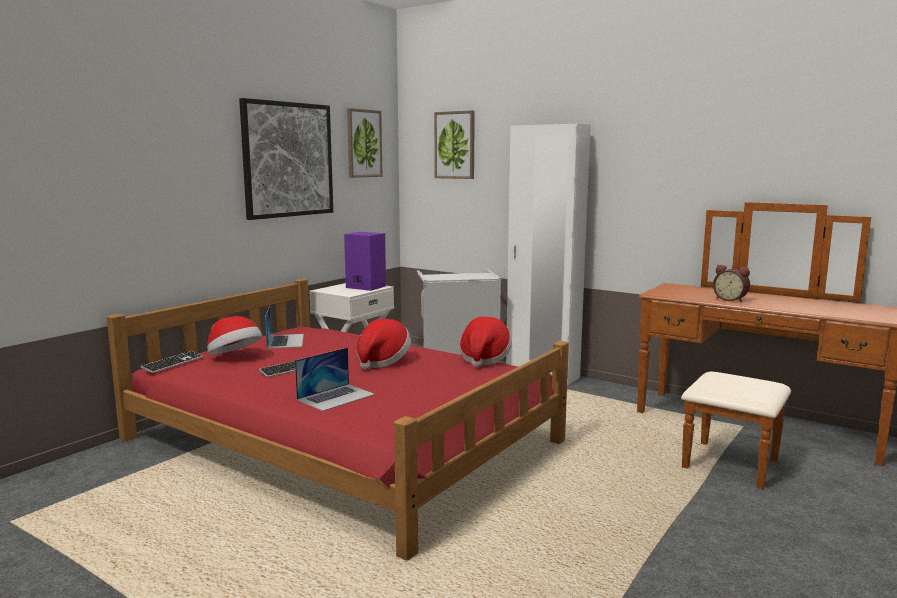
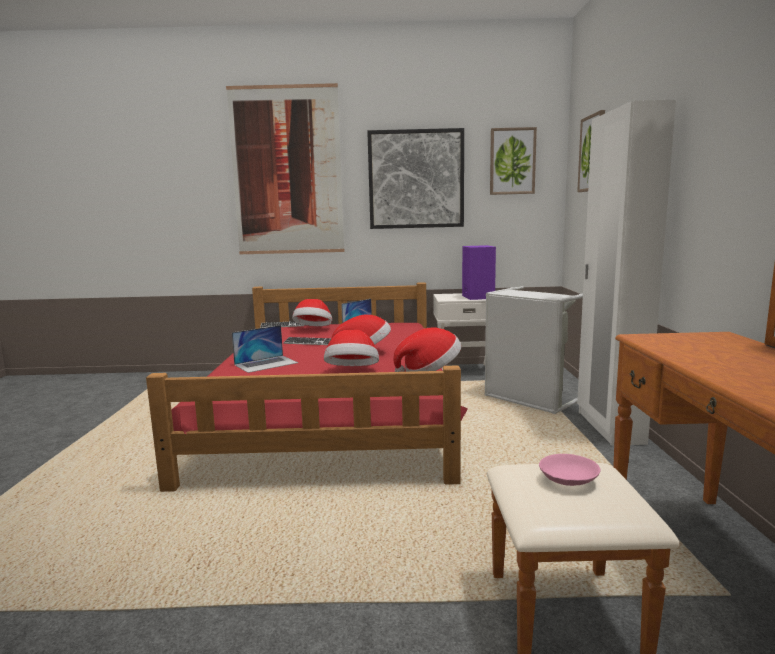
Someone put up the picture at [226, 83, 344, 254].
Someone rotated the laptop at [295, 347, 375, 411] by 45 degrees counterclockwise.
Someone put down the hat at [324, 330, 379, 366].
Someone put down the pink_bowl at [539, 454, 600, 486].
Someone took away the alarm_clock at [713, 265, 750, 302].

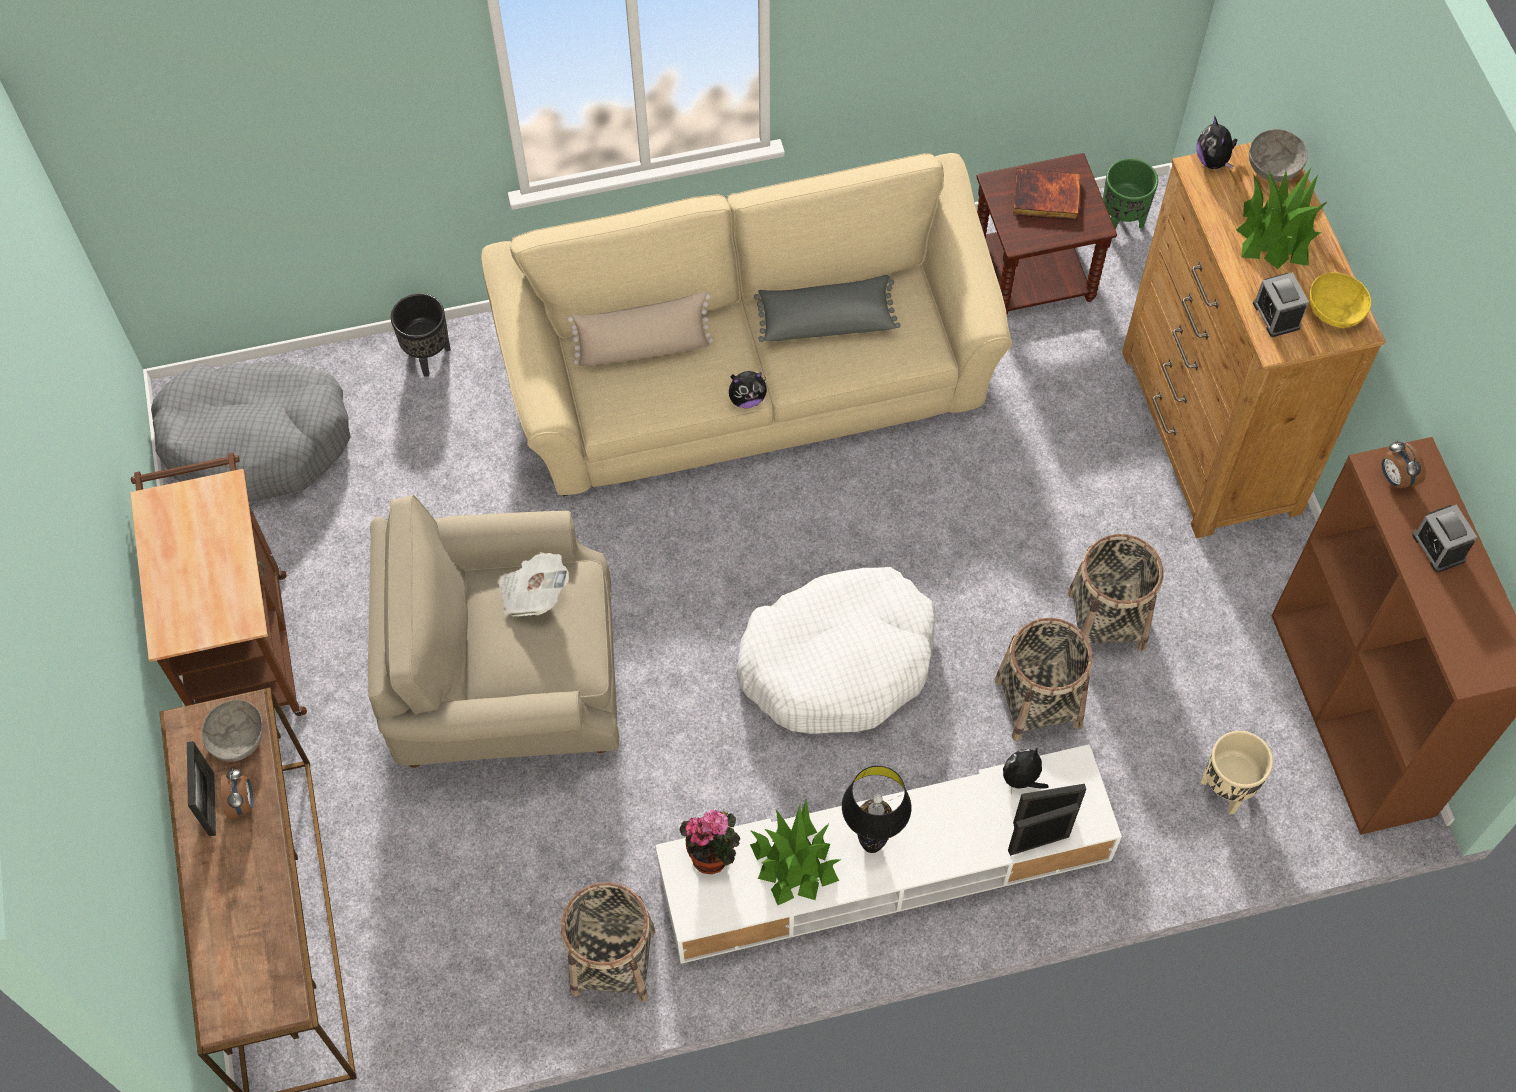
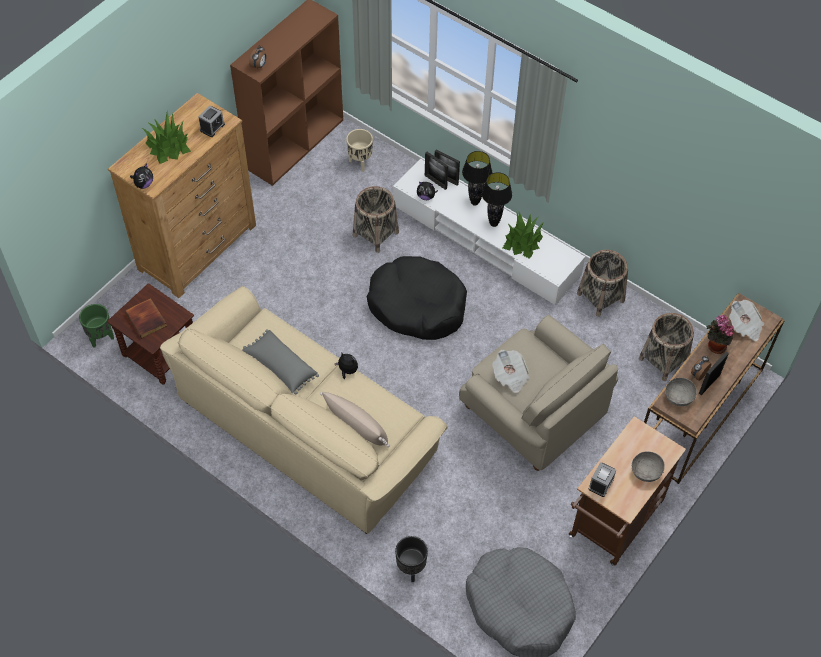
Someone repainted the white_dog_bed at [736, 567, 935, 734], which became the black_dog_bed at [367, 256, 467, 340].
Someone put down the black_table_lamp at [462, 151, 493, 206].
Someone carried the alarm_clock from [1412, 505, 1477, 573] to [589, 462, 616, 497].
Someone carried the grey_bowl from [1249, 129, 1308, 182] to [632, 451, 665, 482].
Someone carried the basket from [1068, 534, 1163, 651] to [639, 313, 694, 381].
Someone carried the potted_plant from [679, 810, 740, 874] to [707, 315, 734, 354].
Someone put down the newspaper at [729, 300, 764, 342].
Someone took away the yellow_bowl at [1310, 272, 1371, 328].

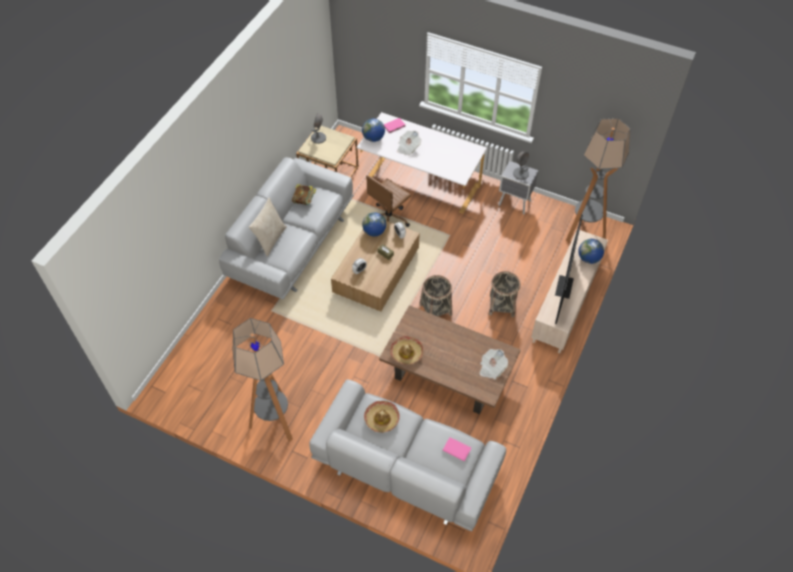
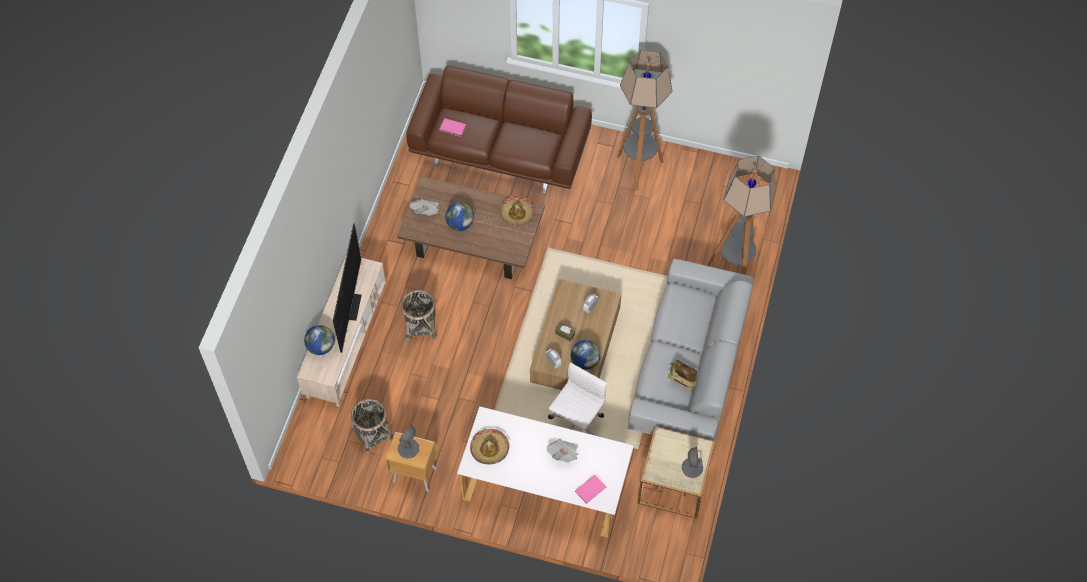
Someone carried the basket from [419, 275, 452, 316] to [351, 399, 393, 454].
Someone repainted the grey_nightstand at [498, 161, 538, 215], which became the brown_nightstand at [386, 432, 436, 492].
Someone repainted the grey_sofa at [309, 380, 506, 532], which became the brown_sofa at [406, 66, 592, 194].
Someone carried the globe from [362, 119, 385, 142] to [445, 202, 474, 231].
Someone carried the hat from [364, 401, 400, 433] to [470, 429, 510, 464].
Someone repainted the brown_office_chair at [366, 176, 411, 227], which became the white_office_chair at [548, 362, 607, 435].
Someone carried the floor_lamp from [566, 118, 630, 243] to [707, 156, 776, 275].
Someone took away the beige_pillow at [249, 197, 287, 256].

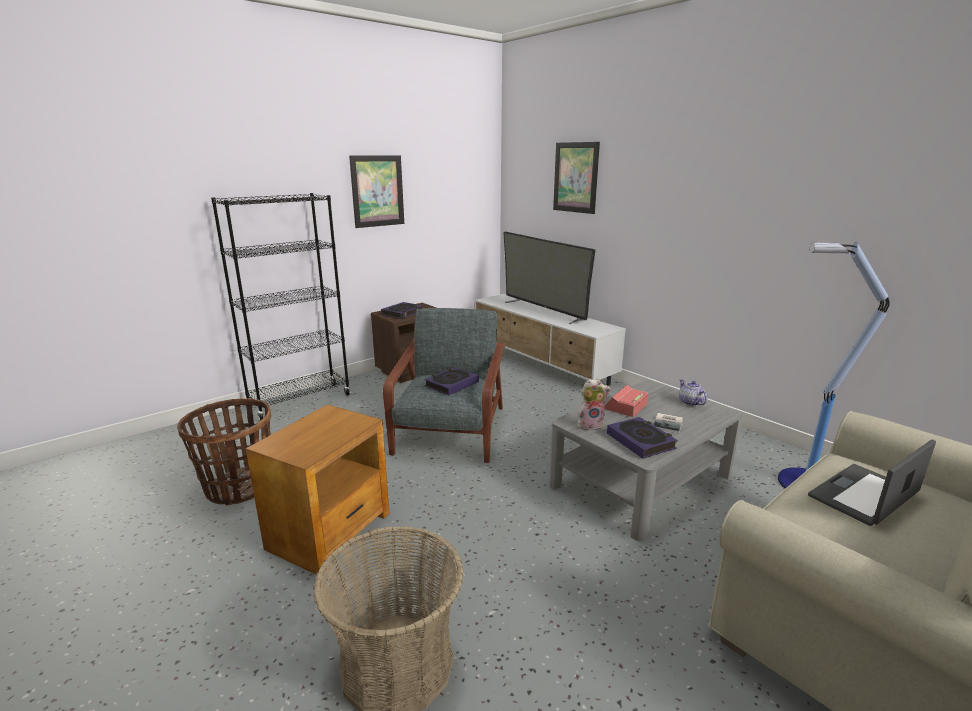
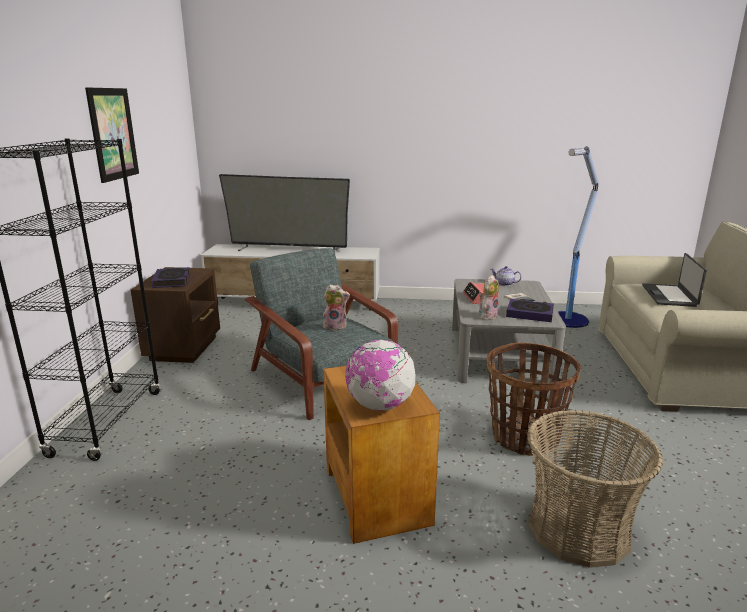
Someone swapped the book at [424, 367, 479, 395] for the plush_toy at [323, 284, 350, 331].
Someone put down the globe at [345, 340, 416, 411].
Someone carried the basket from [177, 398, 271, 505] to [487, 343, 581, 456].
Someone took away the picture at [553, 142, 600, 214].

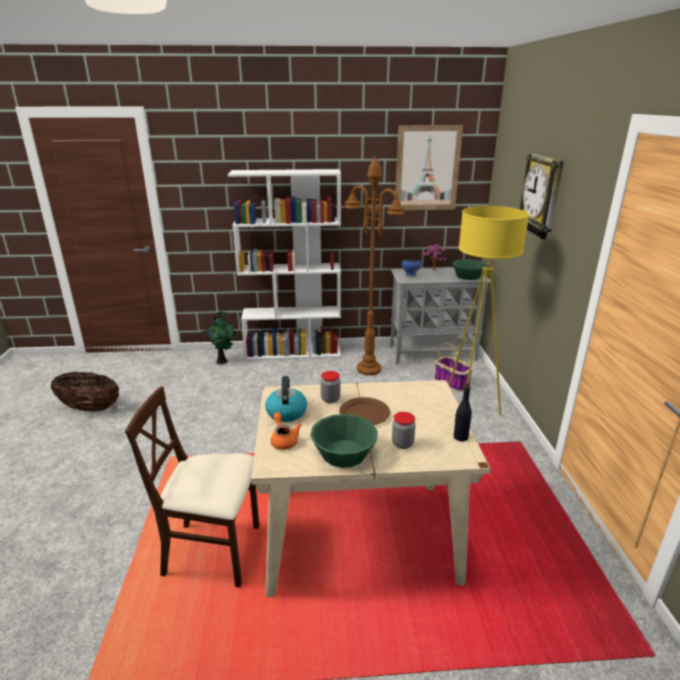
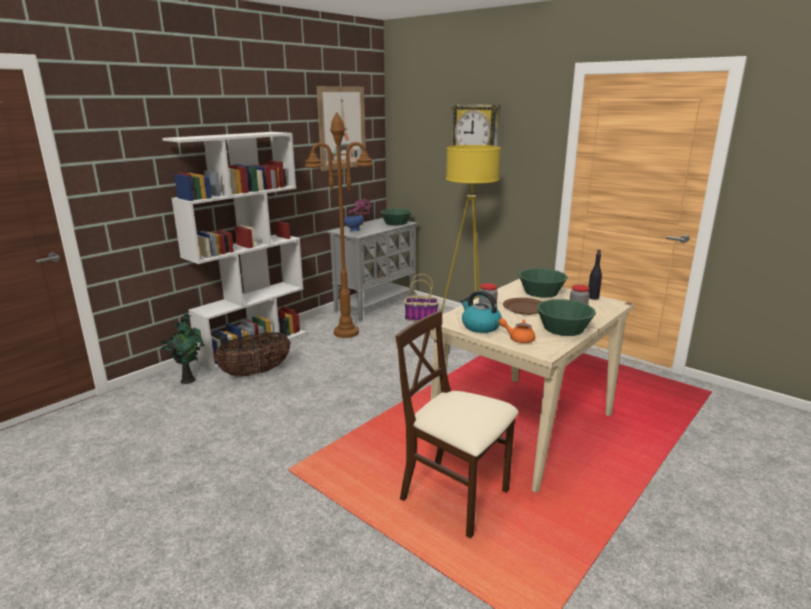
Someone carried the basket from [51, 372, 119, 411] to [214, 332, 291, 377].
Someone rotated the beige_chair at [125, 387, 259, 587] by 75 degrees clockwise.
Someone put down the green_bowl at [518, 268, 568, 298].

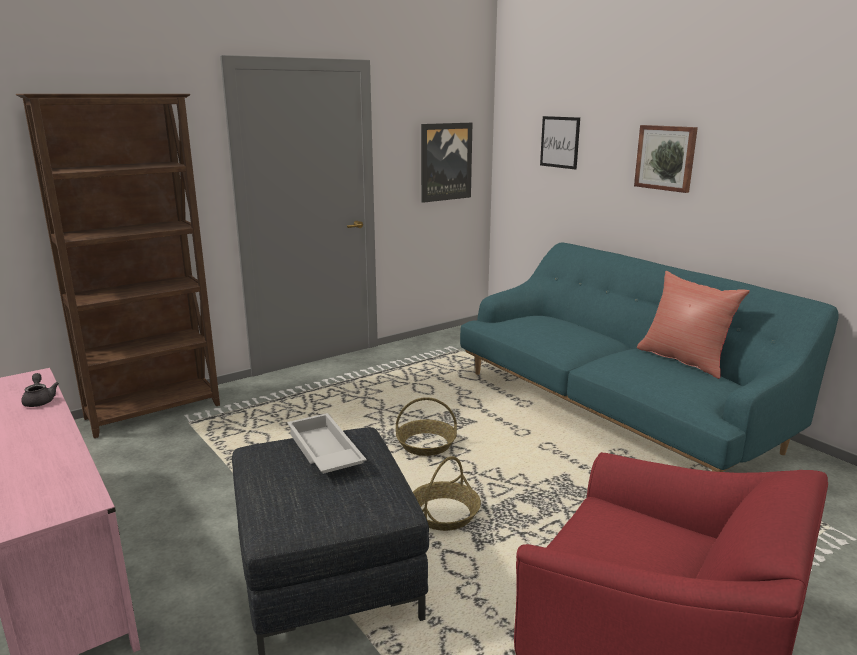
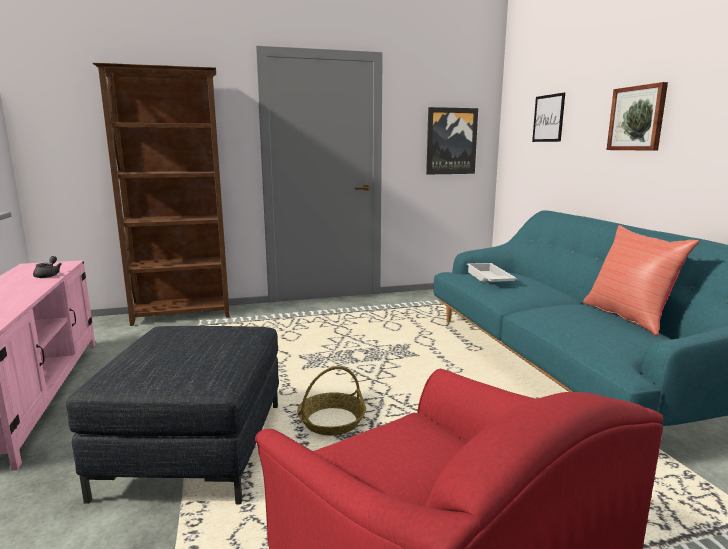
Someone carried the white_tray from [287, 413, 367, 474] to [467, 263, 517, 282].
Someone took away the basket at [396, 397, 457, 456].

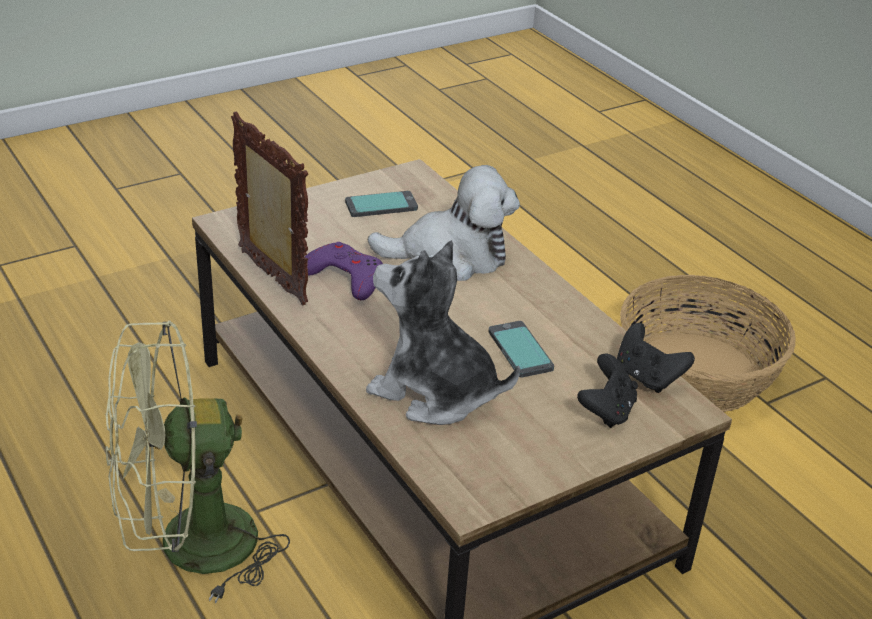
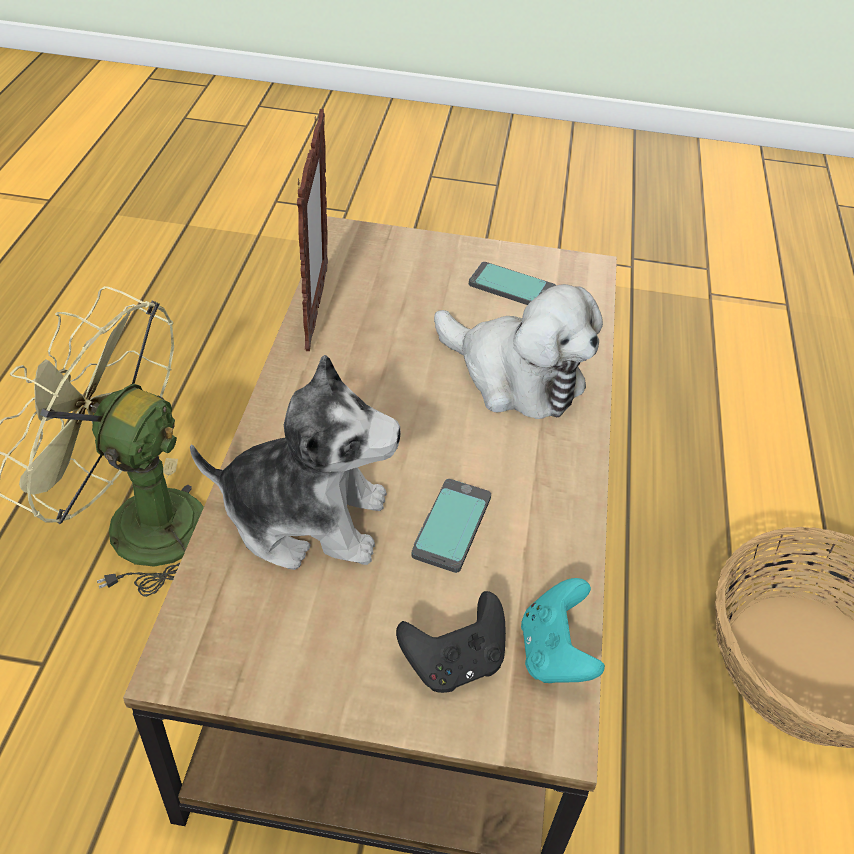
Someone rotated the plush_toy at [366, 240, 520, 425] by 120 degrees clockwise.
Someone repainted the black_game_controller at [617, 323, 695, 393], which became the turquoise_game_controller at [521, 578, 605, 683].
Someone took away the purple_game_controller at [305, 242, 383, 300].

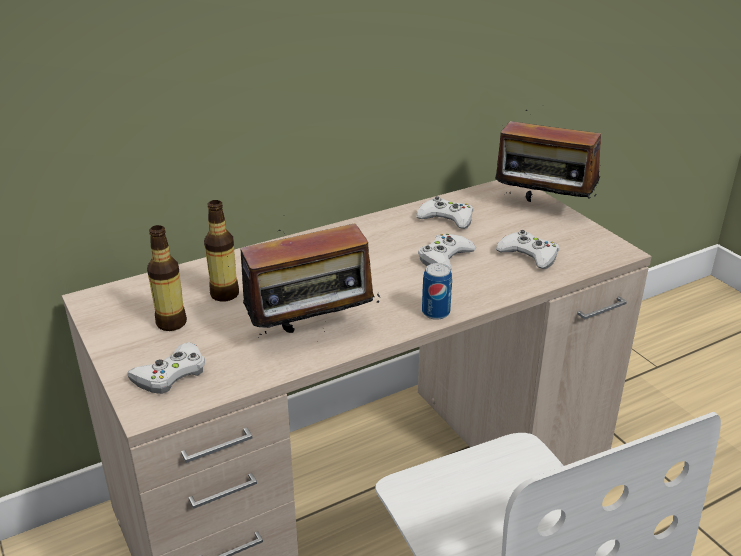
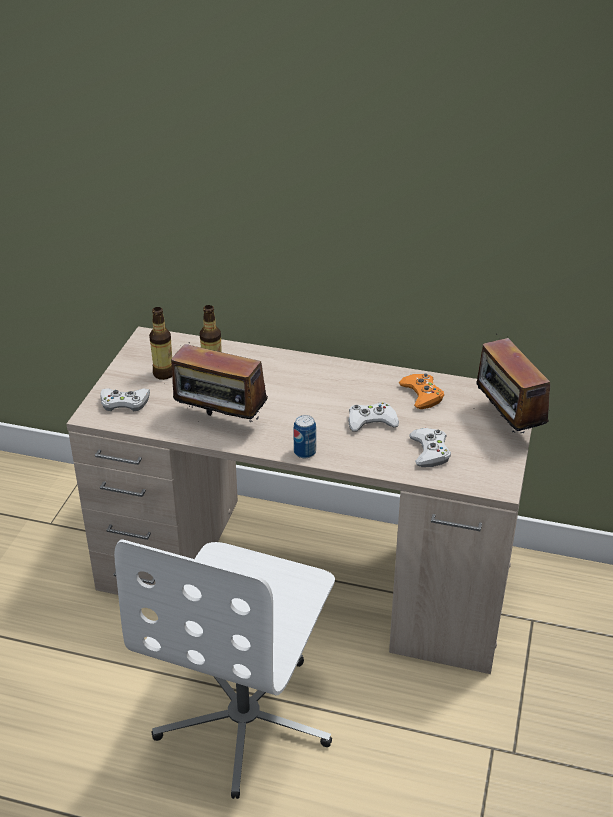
Someone repainted the white_game_controller at [416, 196, 474, 229], which became the orange_game_controller at [399, 373, 444, 409].

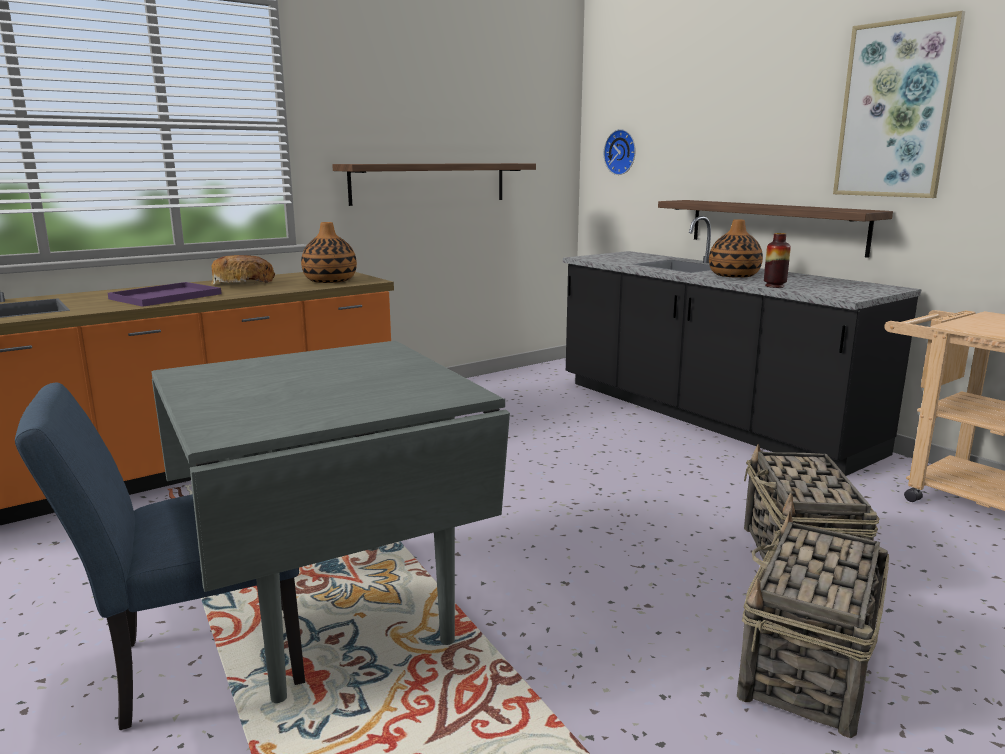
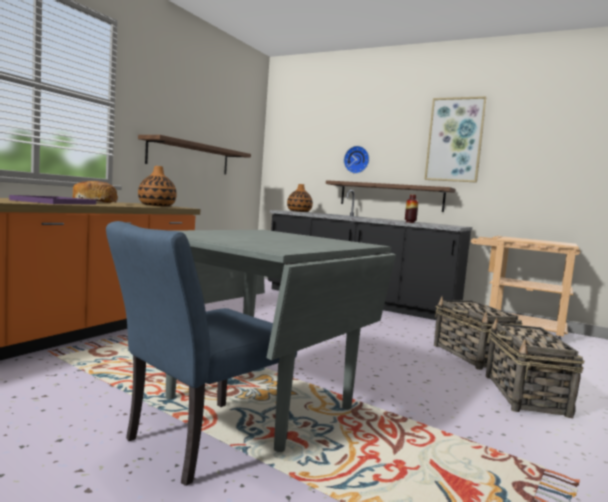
Someone carried the vase from [709, 219, 763, 278] to [287, 184, 313, 212].
Someone carried the wall_clock from [604, 129, 636, 175] to [344, 146, 369, 174].

